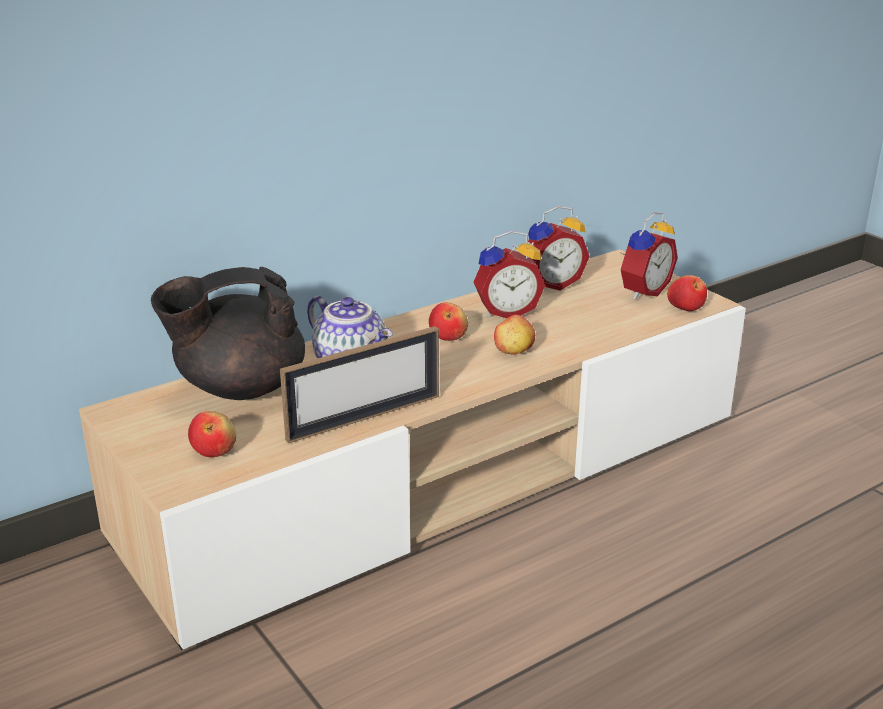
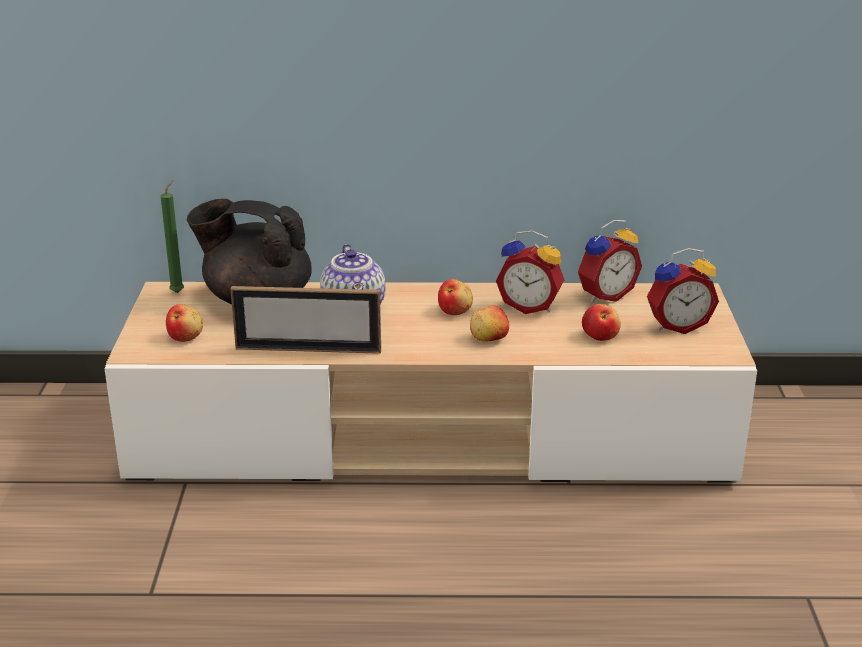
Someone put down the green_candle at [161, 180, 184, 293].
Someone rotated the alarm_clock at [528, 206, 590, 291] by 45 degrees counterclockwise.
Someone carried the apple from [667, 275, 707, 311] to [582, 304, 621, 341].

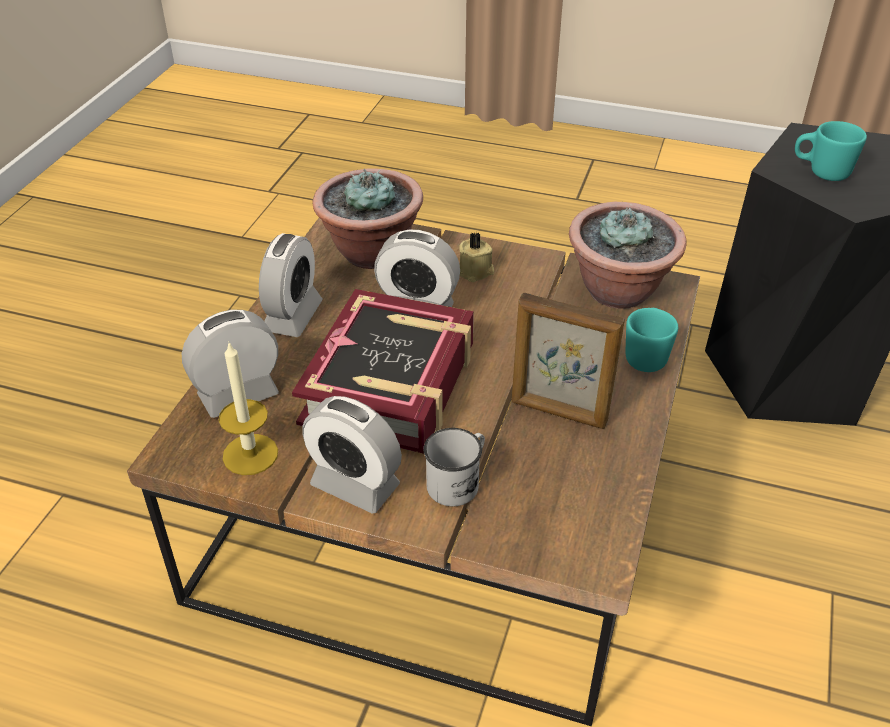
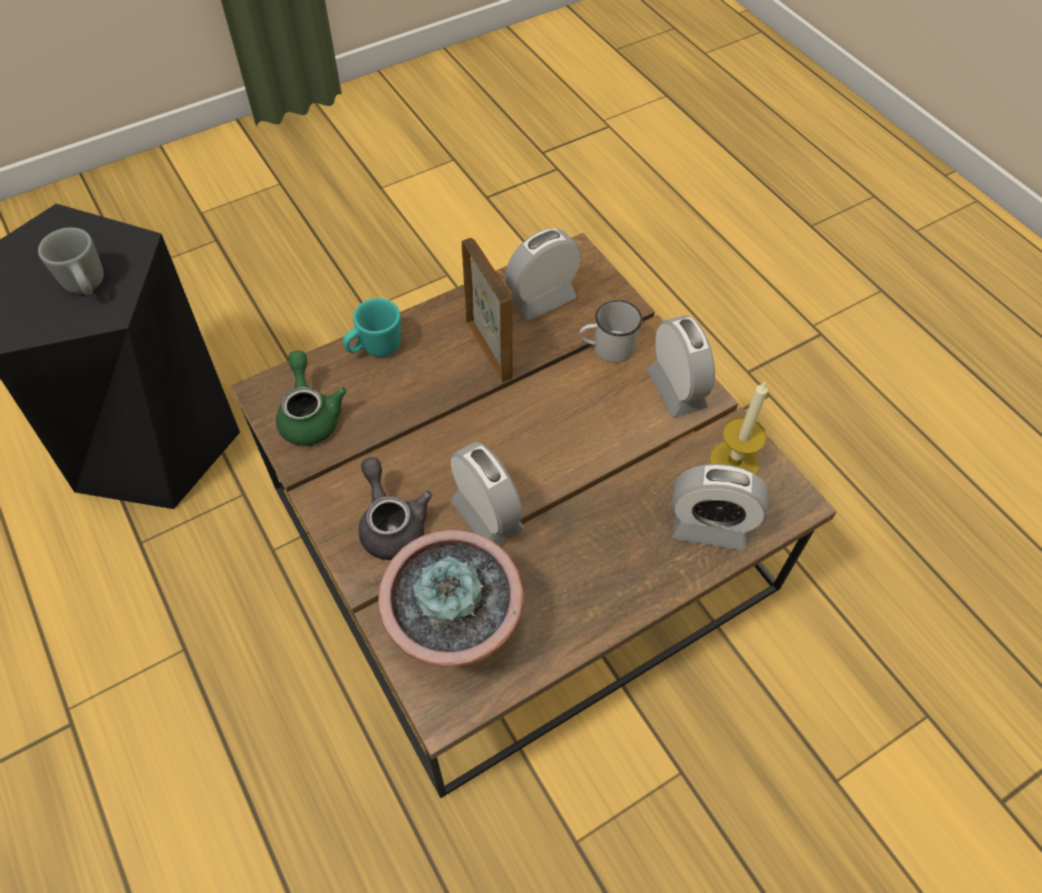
Someone repainted the turquoise_mug at [795, 121, 867, 181], which became the grey_mug at [38, 227, 104, 295].
Someone swapped the potted_plant at [569, 202, 687, 309] for the green_teapot at [276, 351, 347, 446].
Someone swapped the beige_candle at [460, 232, 494, 282] for the grey_teapot at [359, 457, 432, 560].
Someone carried the alarm_clock from [259, 233, 323, 337] to [505, 228, 581, 321].
Someone took away the book at [292, 289, 474, 454].

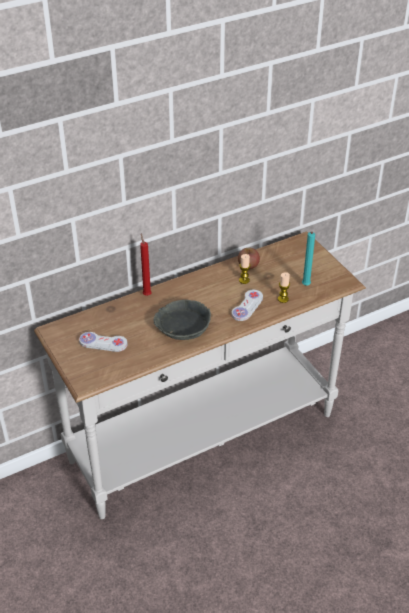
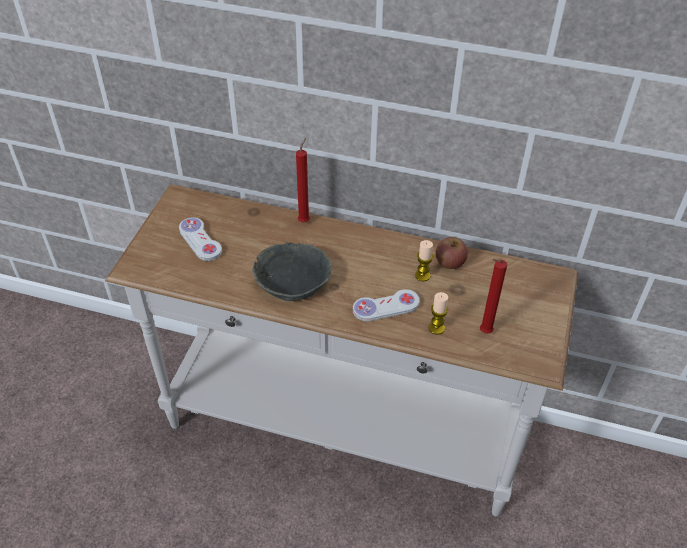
Someone repainted the turquoise_candle at [302, 232, 315, 286], which became the red_candle at [480, 259, 507, 334].

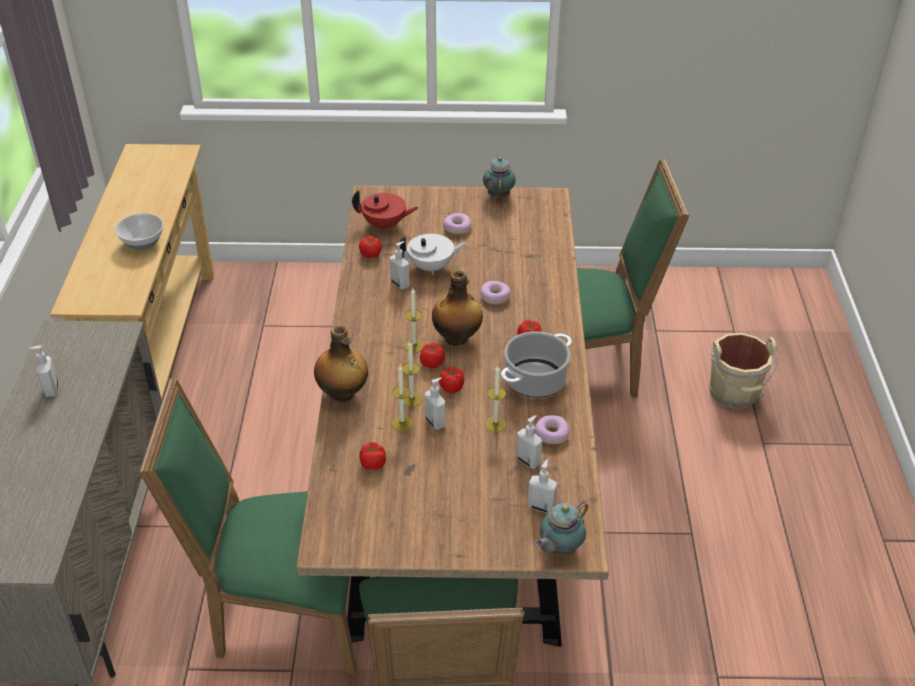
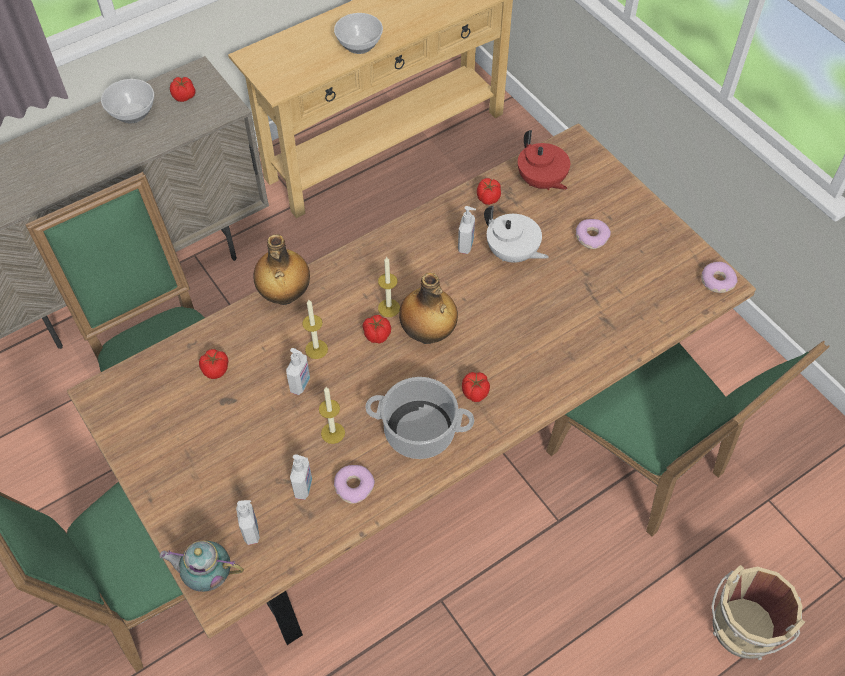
Someone swapped the soap_dispenser at [30, 345, 58, 397] for the bowl at [101, 79, 154, 123].
Someone carried the tomato from [439, 367, 464, 393] to [170, 77, 196, 102].
Someone carried the donut from [480, 281, 511, 304] to [701, 262, 737, 293].
Someone took away the candle at [392, 365, 413, 431].
Someone took away the teapot at [483, 156, 516, 198].

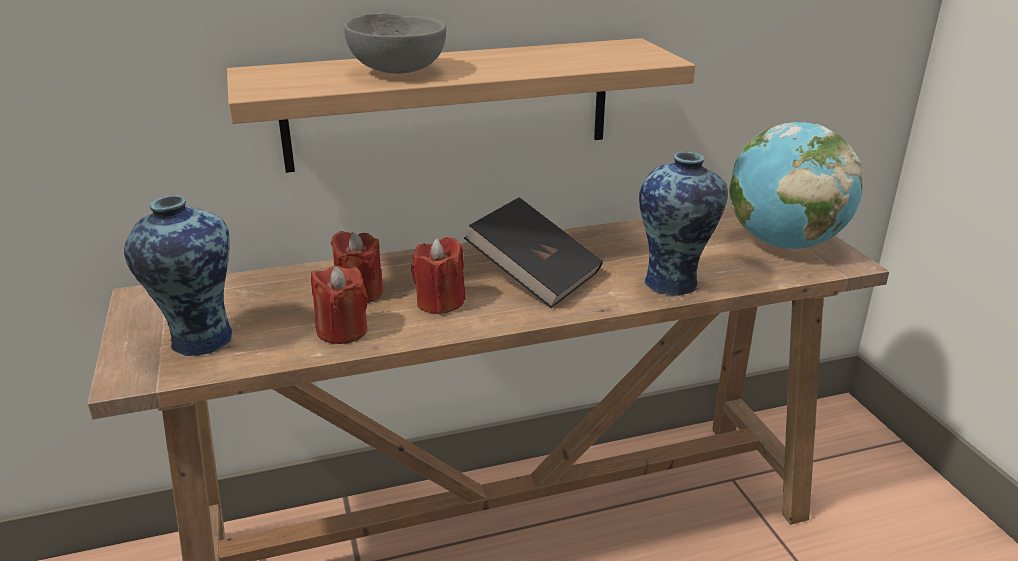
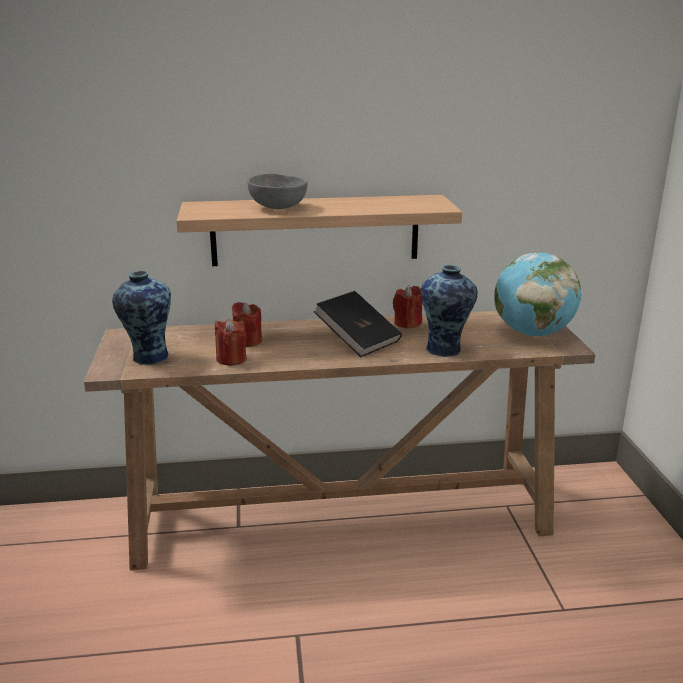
Someone carried the red_candle from [411, 237, 466, 315] to [393, 285, 422, 329].

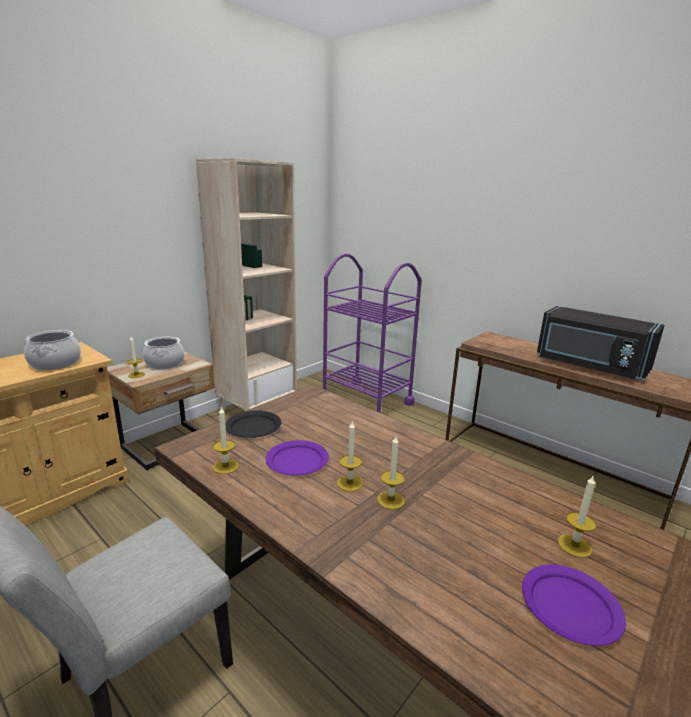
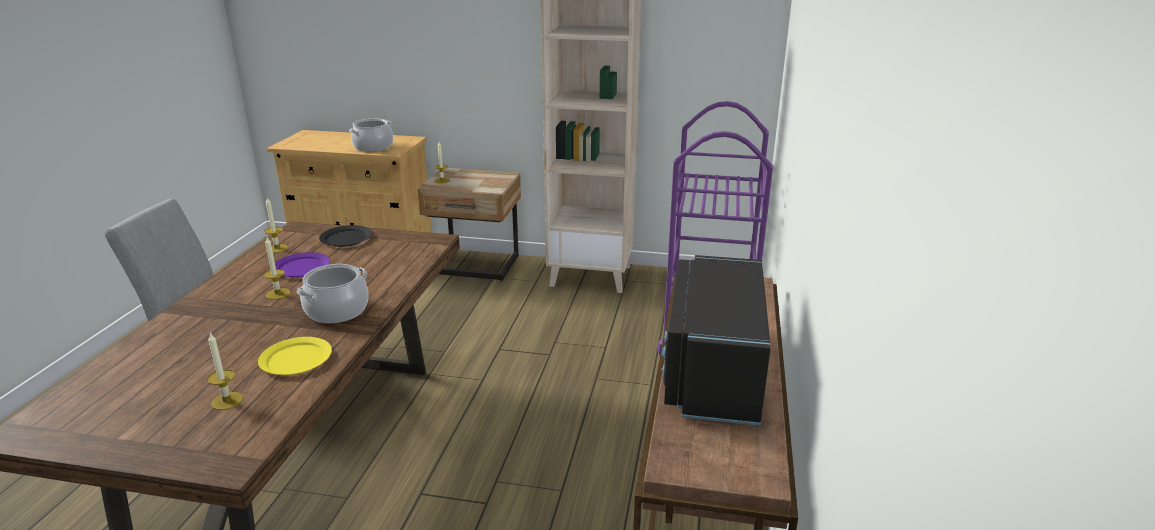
Someone put down the yellow_plate at [258, 337, 332, 375].
Someone carried the cooking_pot from [143, 337, 184, 369] to [296, 264, 369, 323].
Someone took away the candle at [377, 436, 405, 510].
Someone took away the purple_plate at [522, 564, 626, 646].

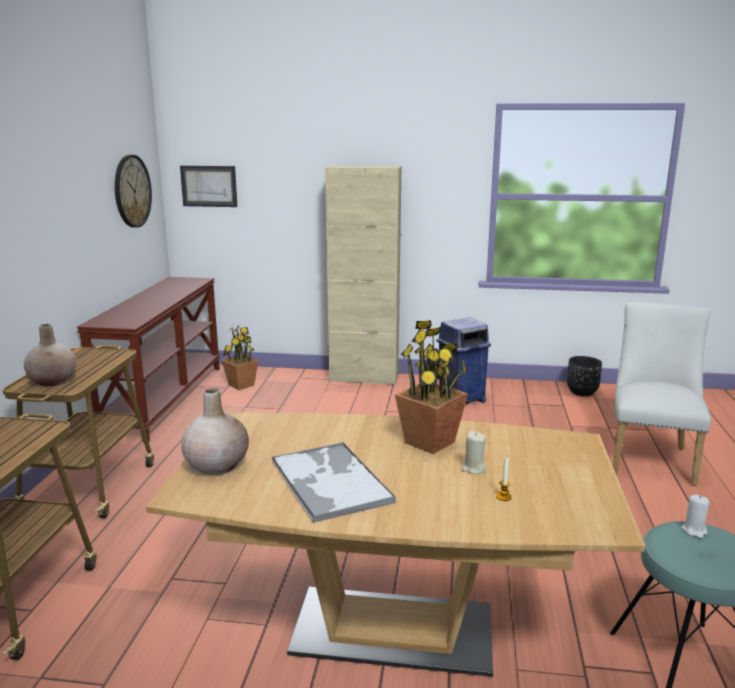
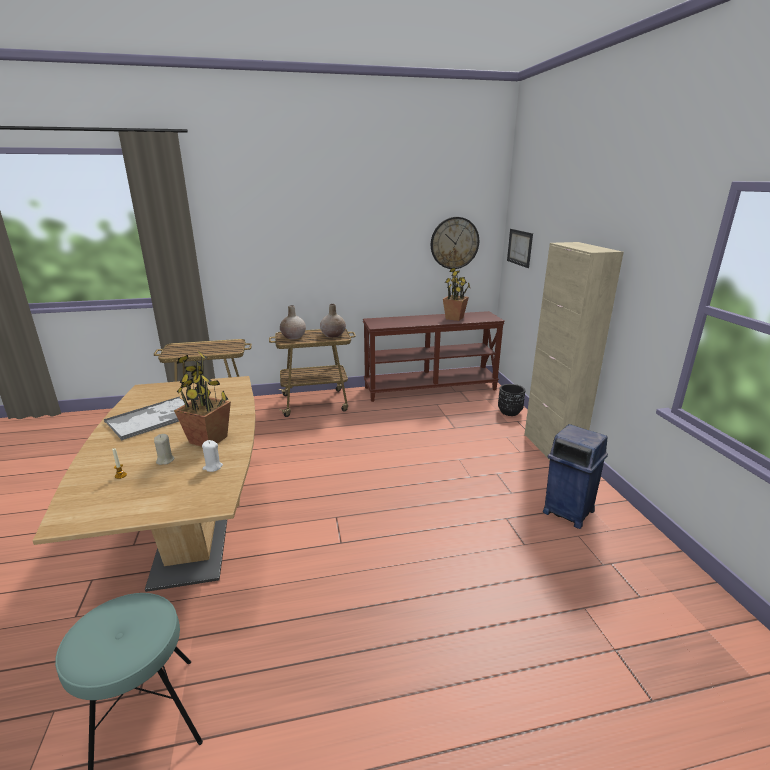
Someone carried the white_candle from [682, 495, 709, 538] to [202, 440, 223, 472].
Someone carried the beige_vase from [181, 388, 249, 475] to [320, 304, 346, 338].
Someone carried the potted_plant from [221, 325, 259, 390] to [443, 268, 471, 321].
Someone carried the black_planter from [567, 356, 602, 396] to [498, 384, 525, 416].
Someone took away the white_chair at [613, 302, 711, 486].

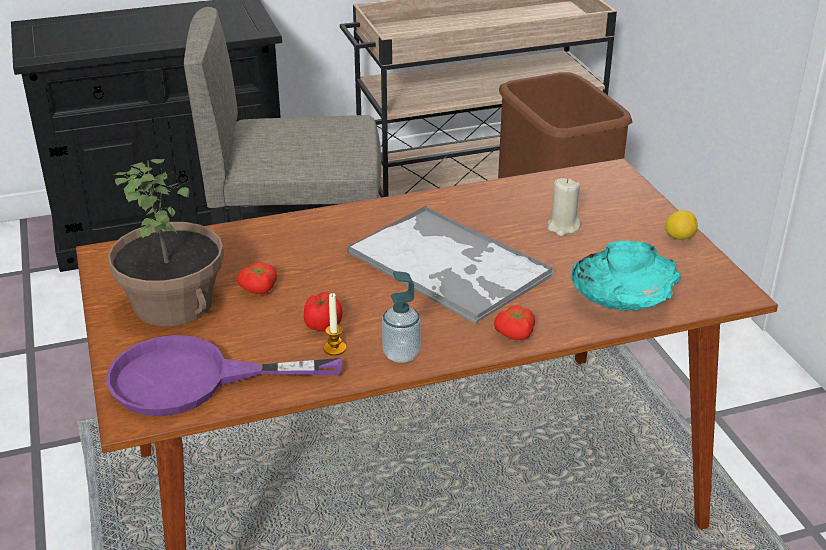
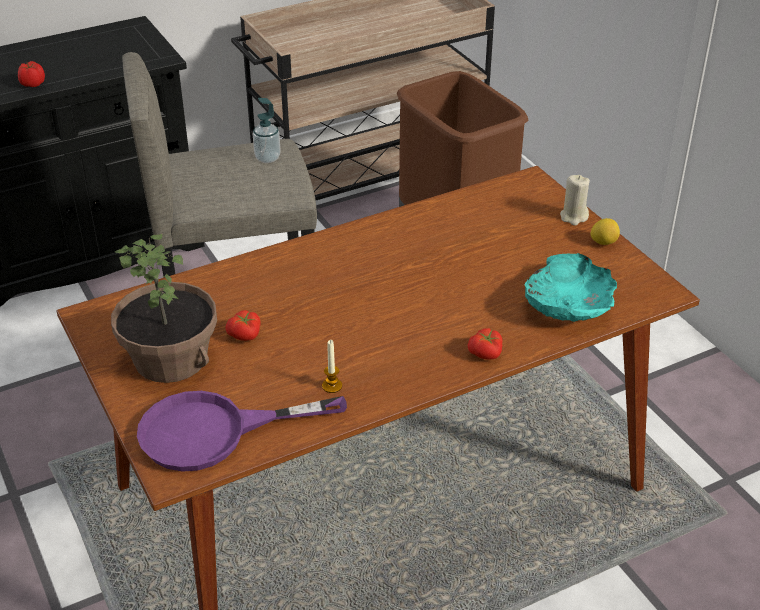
Someone carried the tomato from [304, 292, 342, 332] to [18, 61, 45, 87].
Someone carried the soap_dispenser from [382, 271, 421, 363] to [253, 98, 281, 163].
Someone carried the beige_candle from [547, 178, 581, 236] to [560, 175, 590, 226].
Someone took away the tray at [347, 205, 554, 325].

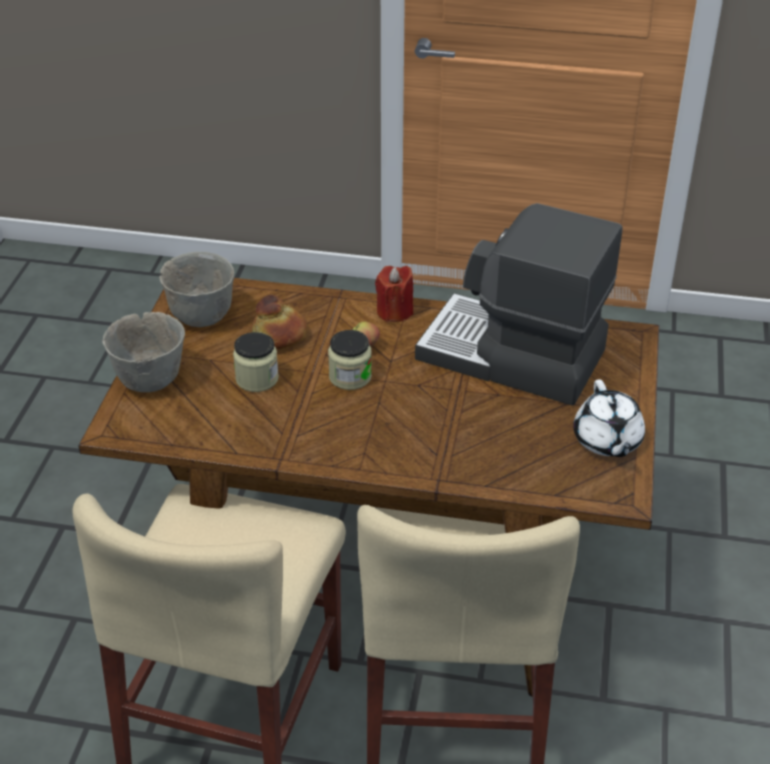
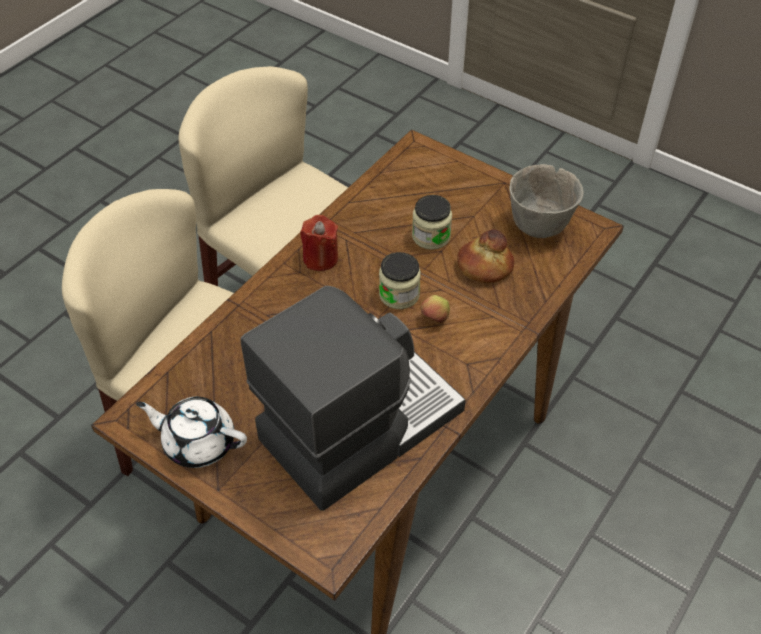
Someone carried the red_candle from [375, 266, 413, 322] to [300, 215, 338, 271].
Someone took away the grey_bowl at [102, 312, 185, 392].

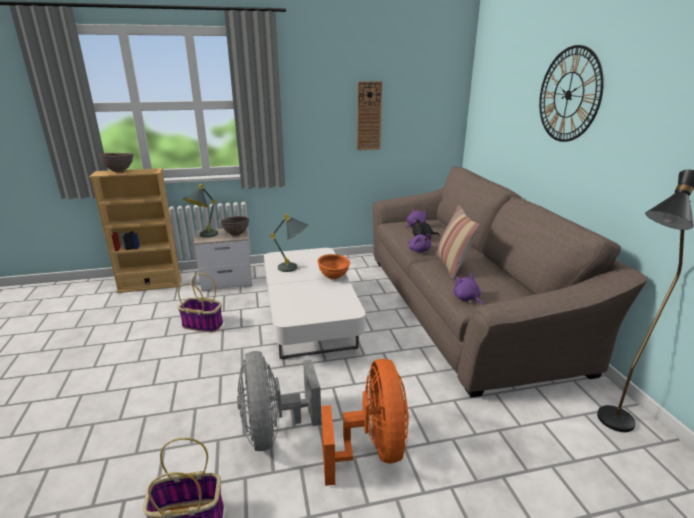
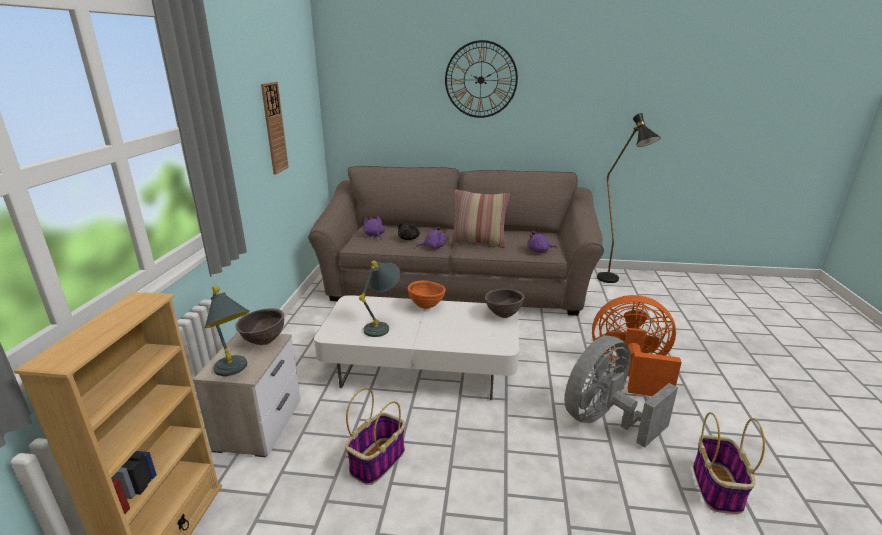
Someone carried the brown_bowl from [99, 153, 133, 172] to [485, 289, 525, 318].
Someone rotated the grey_fan at [237, 351, 321, 451] by 135 degrees clockwise.

